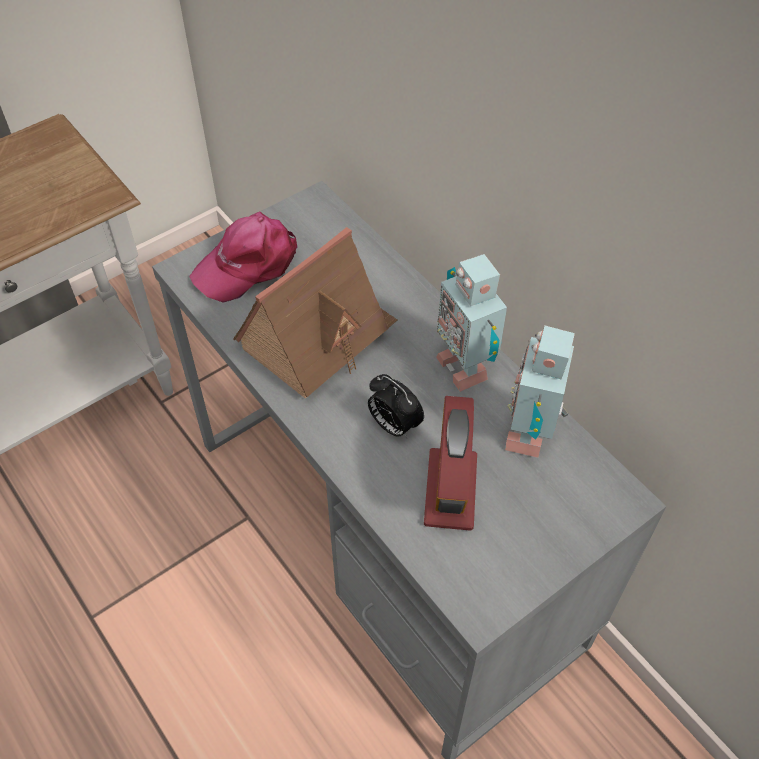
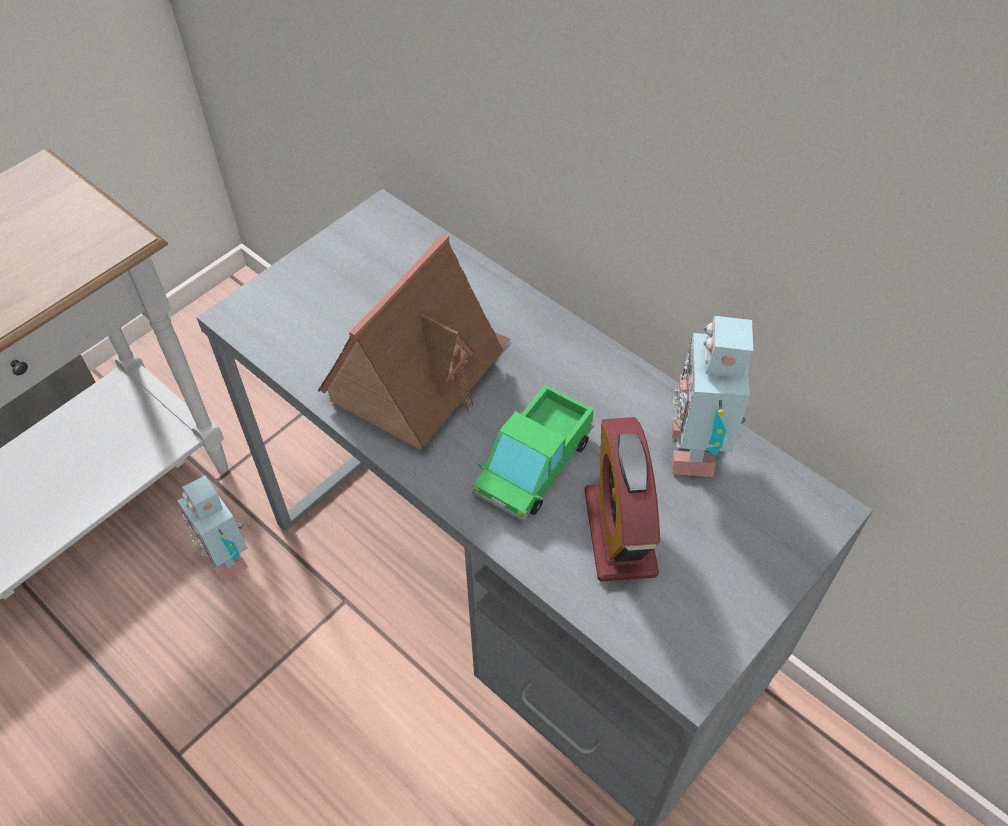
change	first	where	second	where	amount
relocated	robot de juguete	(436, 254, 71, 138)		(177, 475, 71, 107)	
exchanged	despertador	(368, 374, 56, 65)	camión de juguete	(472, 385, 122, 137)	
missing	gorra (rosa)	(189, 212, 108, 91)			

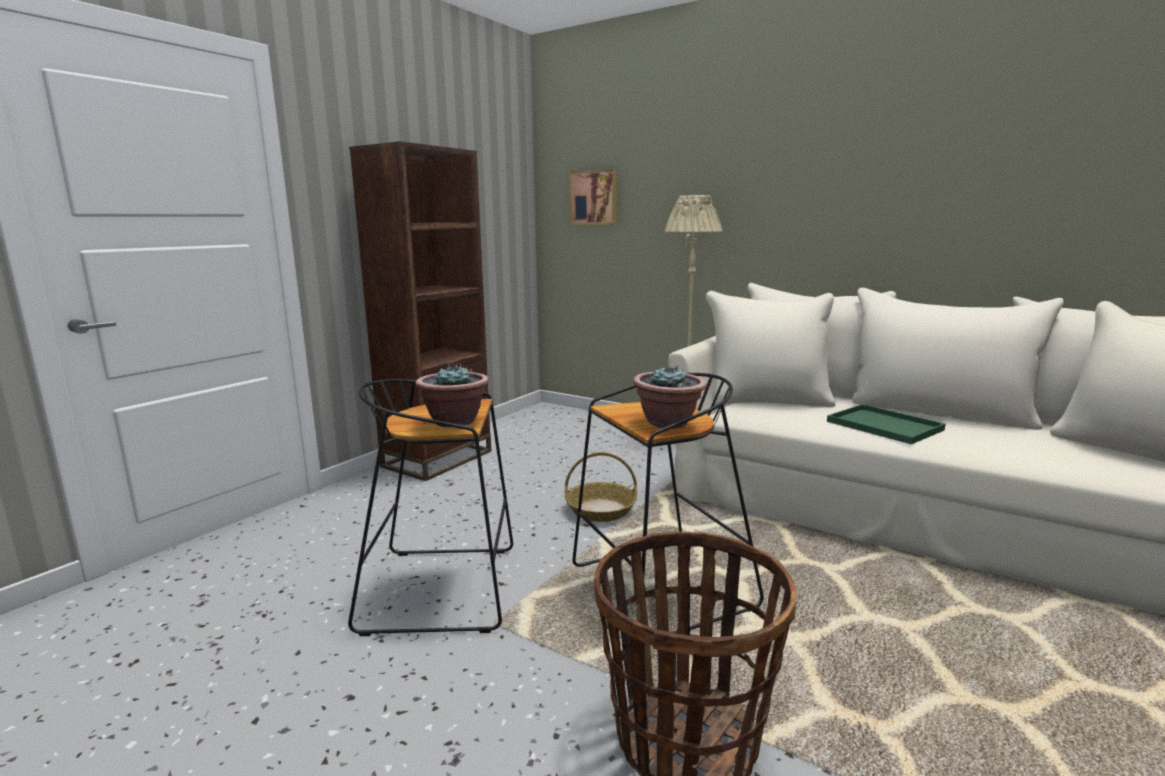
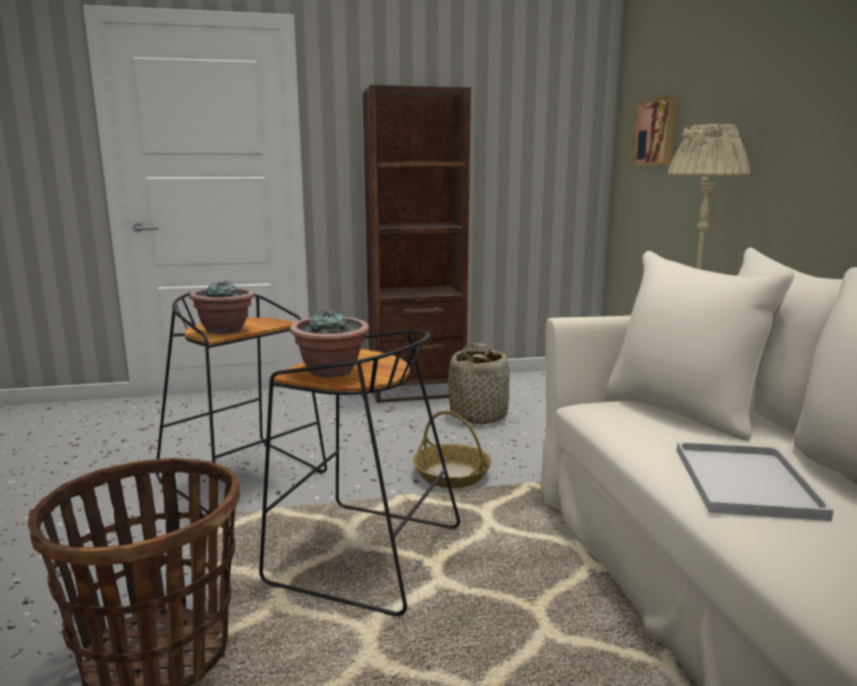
change	first	where	second	where	amount
appeared			cesta	(448, 343, 62, 81)	
colour	bandeja (verde)	(827, 404, 119, 40)	bandeja (blanco)	(676, 442, 158, 79)	

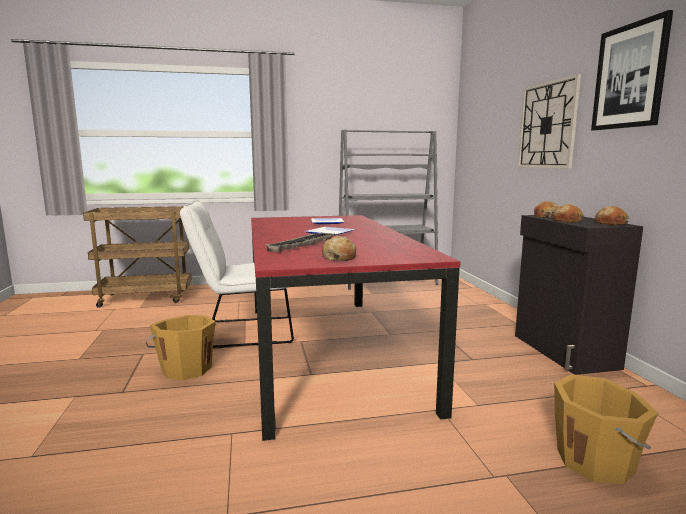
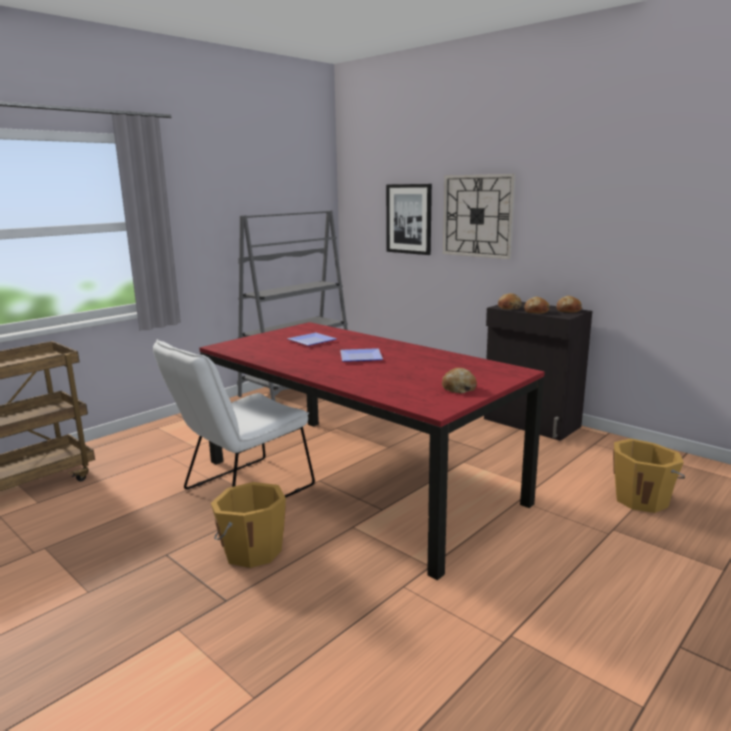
change	first	where	second	where	amount
relocated	cuadro	(591, 10, 82, 121)		(386, 184, 46, 71)	
missing	bandeja	(266, 232, 71, 20)			

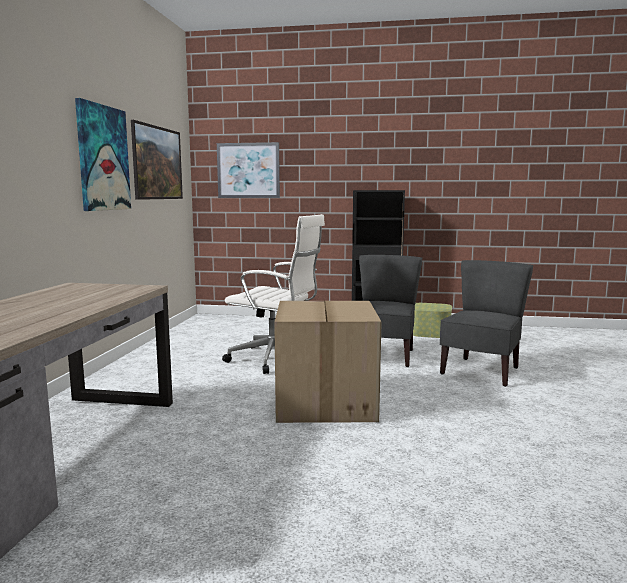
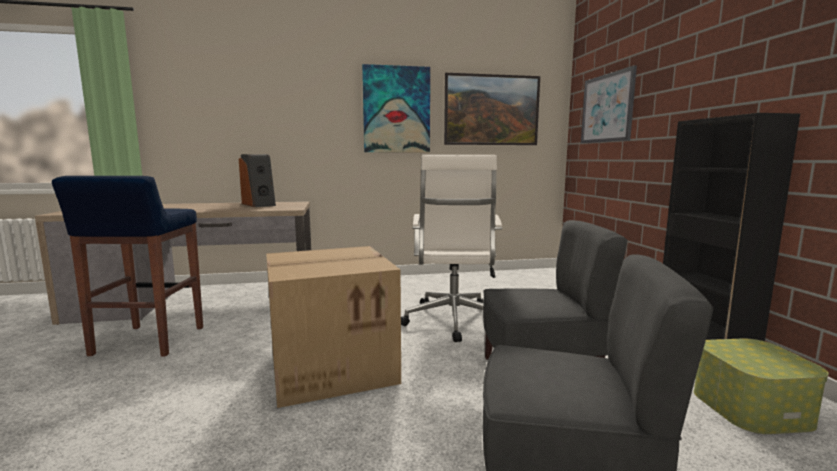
change	first	where	second	where	amount
appeared			taburete (azul)	(52, 176, 151, 181)	
appeared			altavoz	(239, 154, 37, 53)	

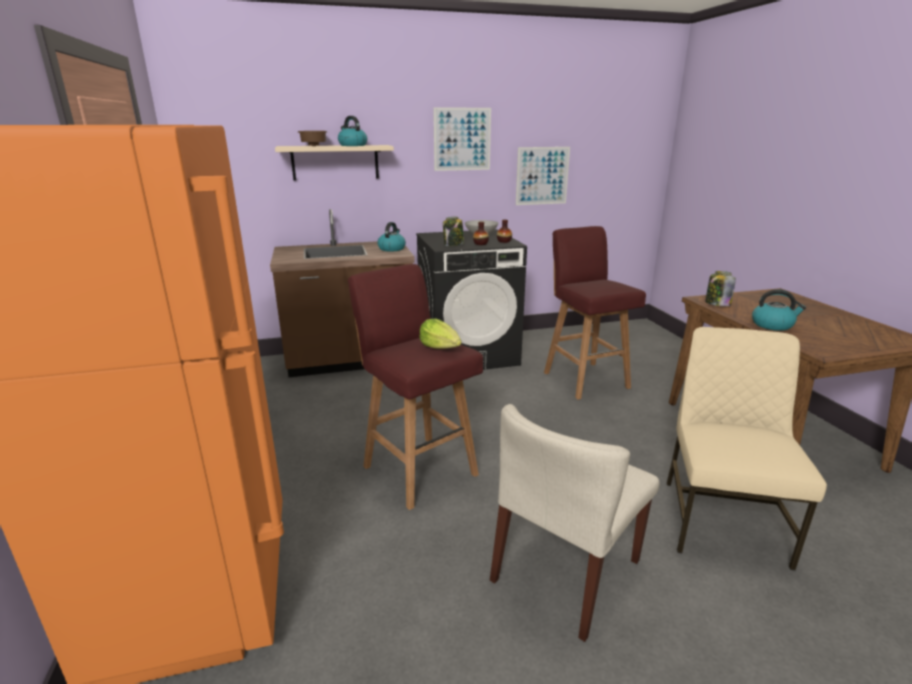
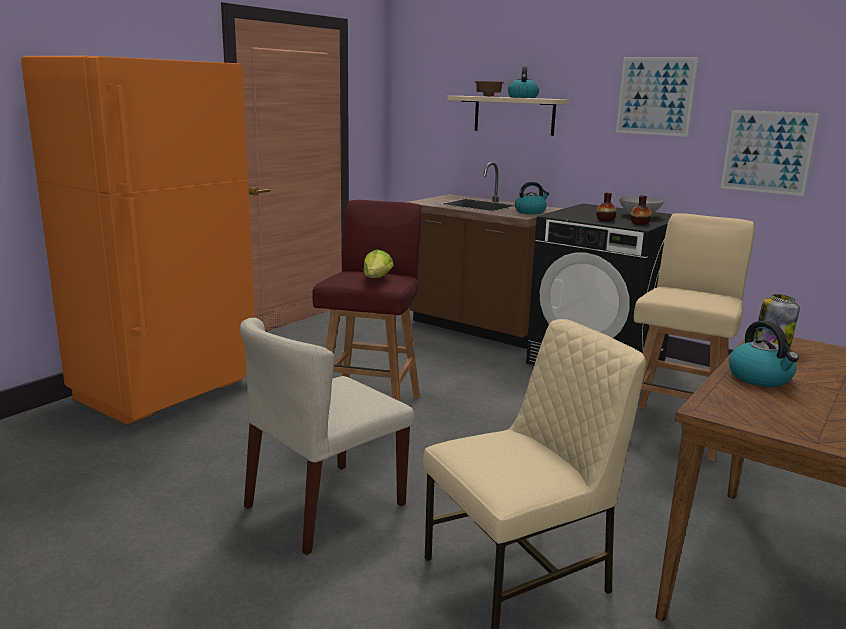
change	first	where	second	where	amount
spun	silla (beis)	(490, 404, 170, 238)		(240, 317, 174, 238)	45 degrees counterclockwise
colour	taburete (rojo)	(544, 226, 102, 174)	taburete (beis)	(634, 213, 121, 248)	
missing	tarro	(443, 217, 21, 29)			

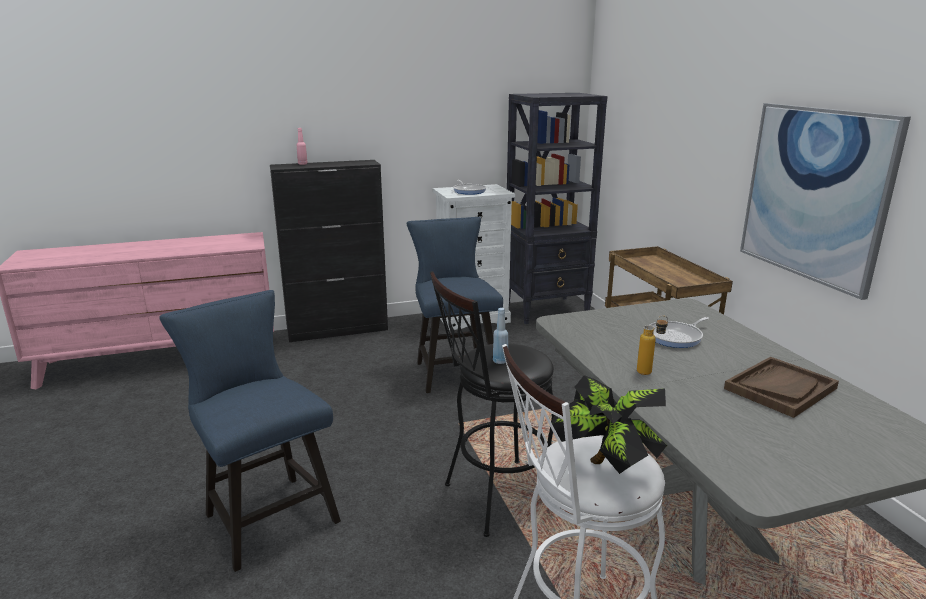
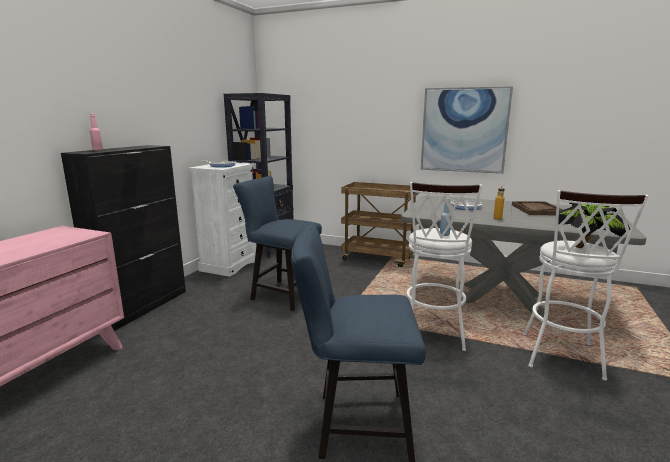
change	first	where	second	where	amount
colour	taburete (negro)	(430, 271, 132, 266)	taburete (blanco)	(407, 182, 75, 169)	

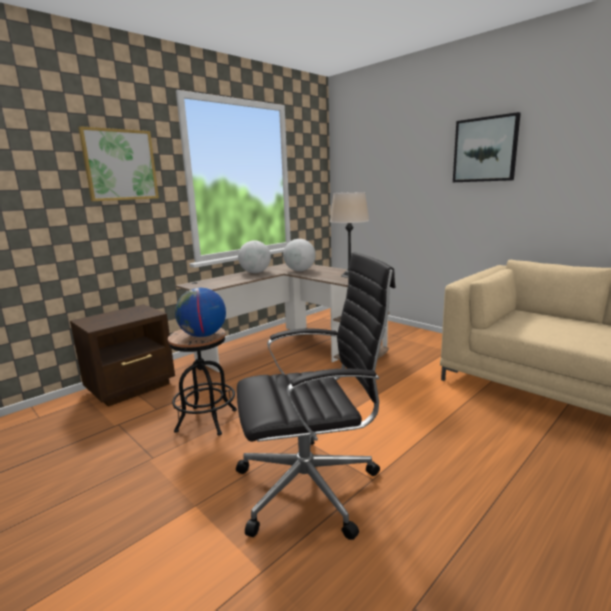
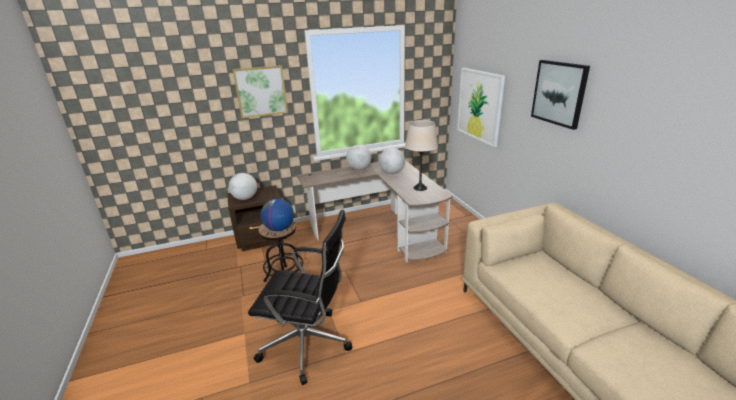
change	first	where	second	where	amount
appeared			globo terráqueo	(229, 173, 28, 27)	
appeared			cuadro	(457, 68, 48, 79)	

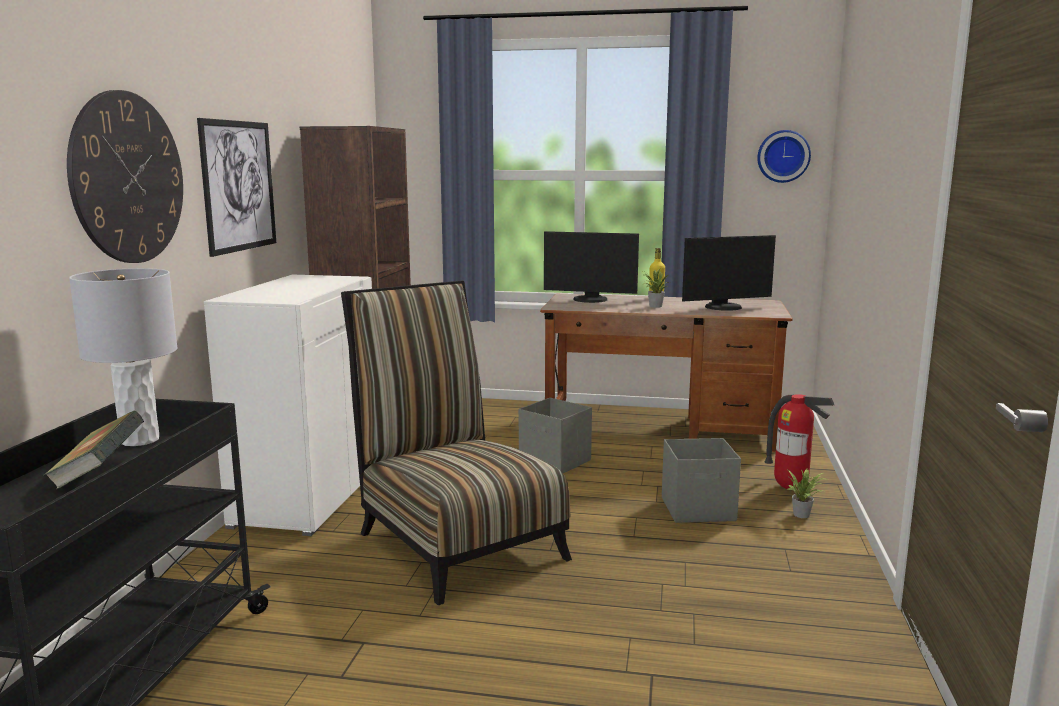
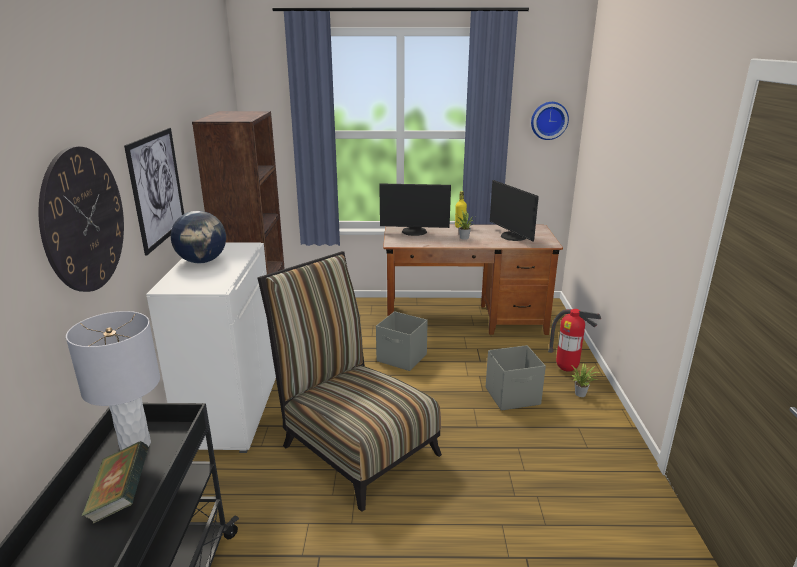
change	first	where	second	where	amount
appeared			globo terráqueo	(171, 211, 55, 52)	
spun	monitor	(682, 235, 94, 76)		(490, 180, 49, 61)	90 degrees clockwise

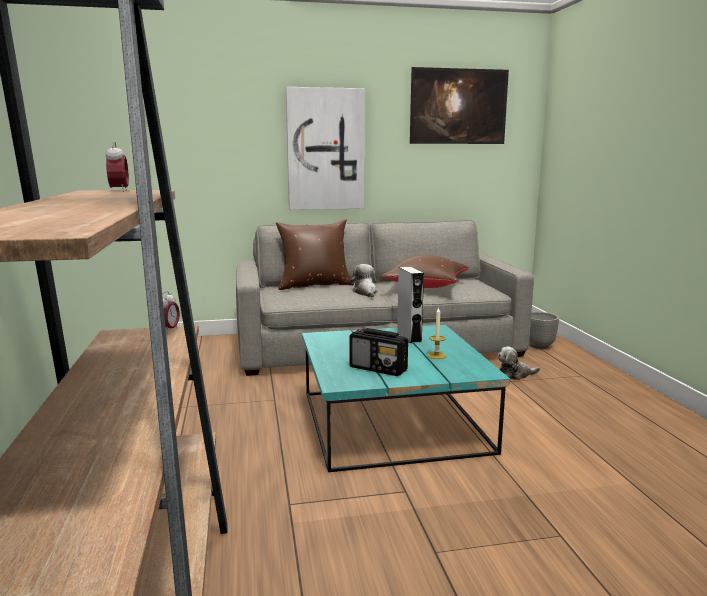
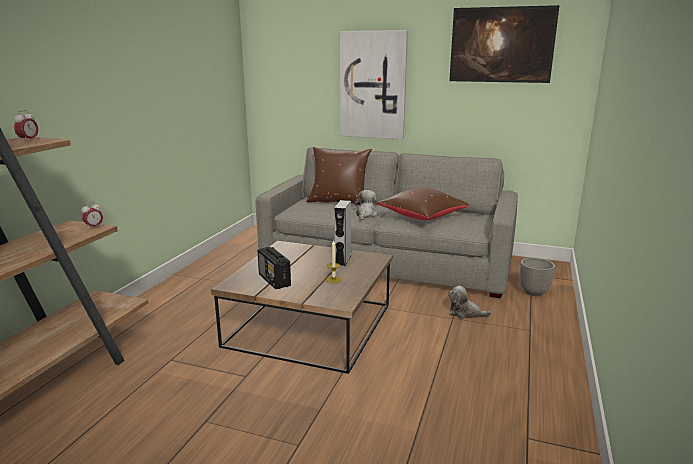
change	first	where	second	where	amount
colour	mesa de centro (turquesa)	(302, 325, 208, 147)	mesa de centro (marrón)	(211, 241, 182, 133)	

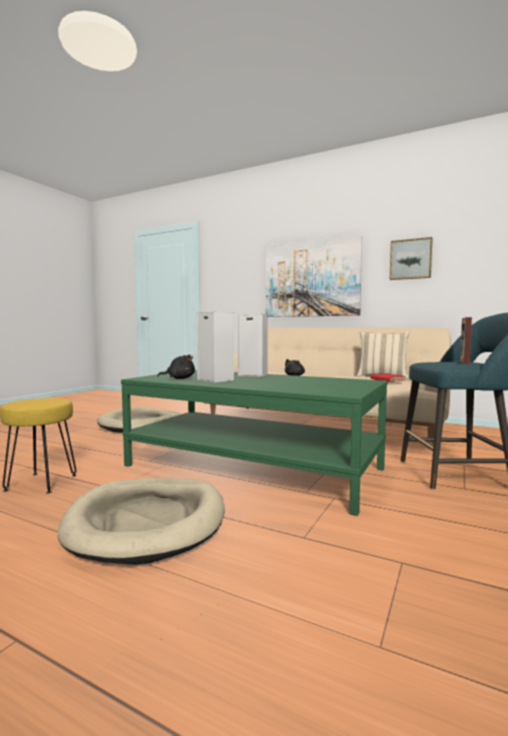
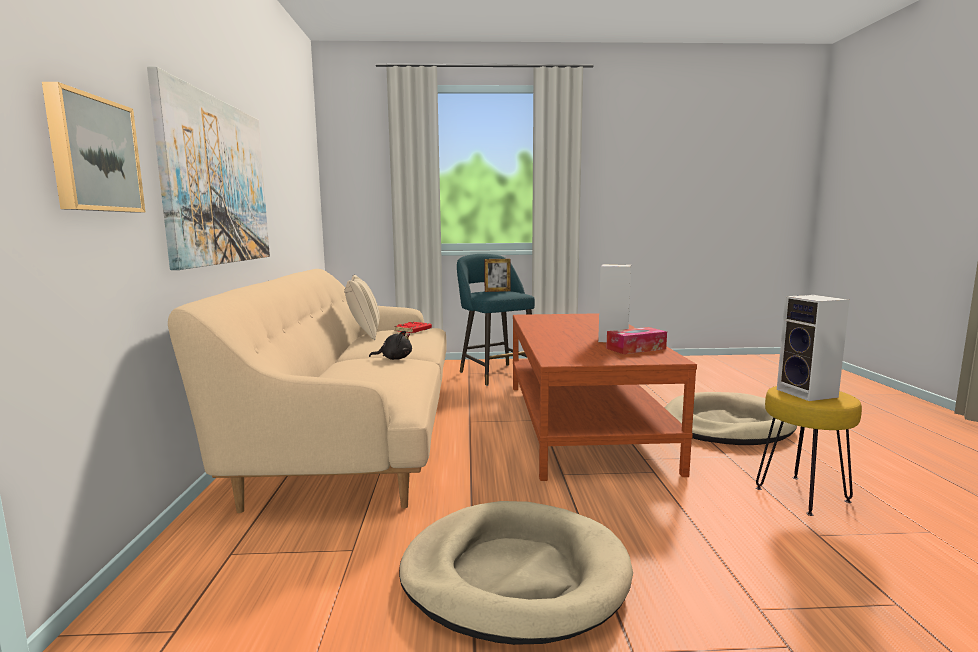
change	first	where	second	where	amount
relocated	cuadro	(390, 237, 43, 43)		(42, 82, 103, 130)	
colour	mesa de centro (verde)	(121, 370, 267, 146)	mesa de centro (marrón)	(513, 313, 184, 168)	
exchanged	peluche (negro)	(157, 355, 38, 24)	caja de pañuelos	(606, 327, 61, 27)	
relocated	altavoz	(237, 314, 30, 63)		(777, 295, 73, 106)	

